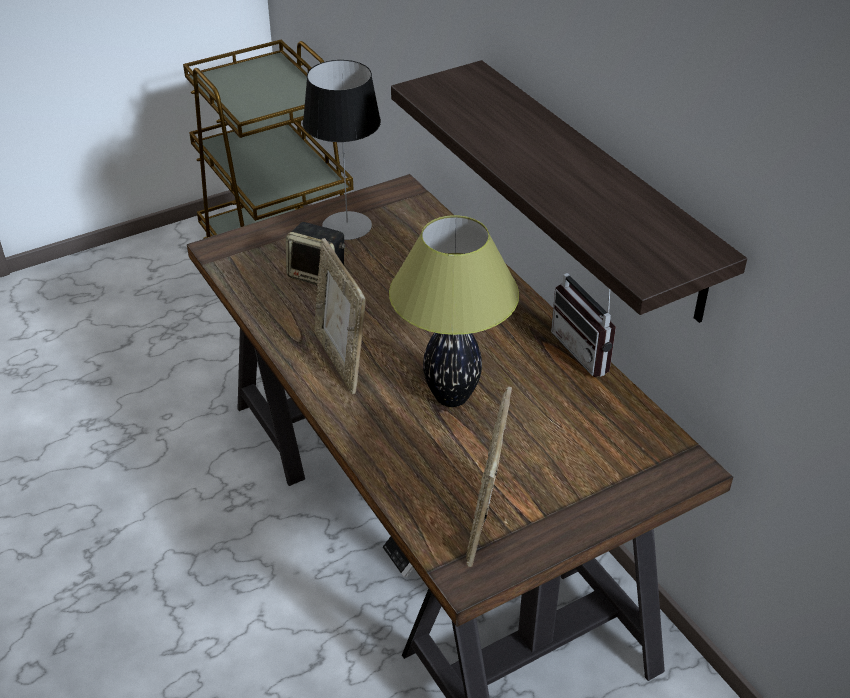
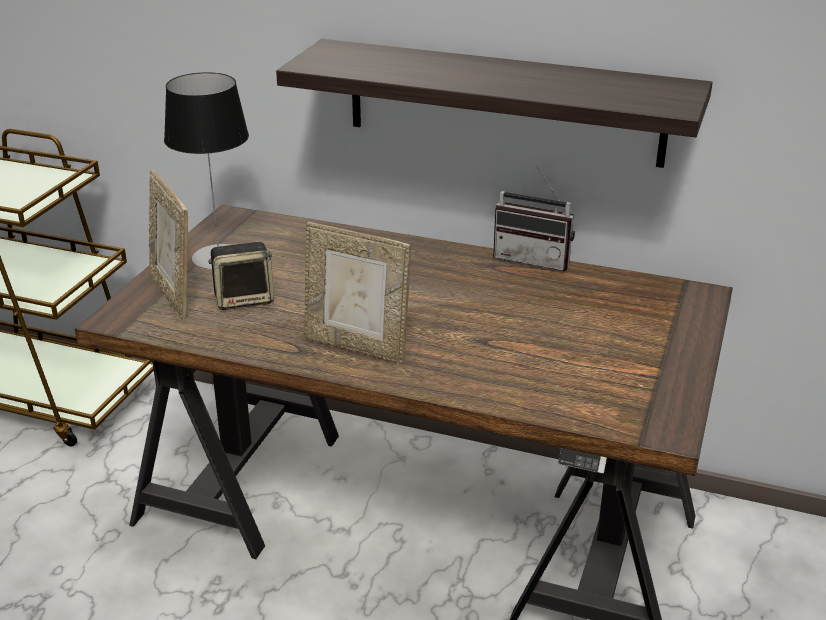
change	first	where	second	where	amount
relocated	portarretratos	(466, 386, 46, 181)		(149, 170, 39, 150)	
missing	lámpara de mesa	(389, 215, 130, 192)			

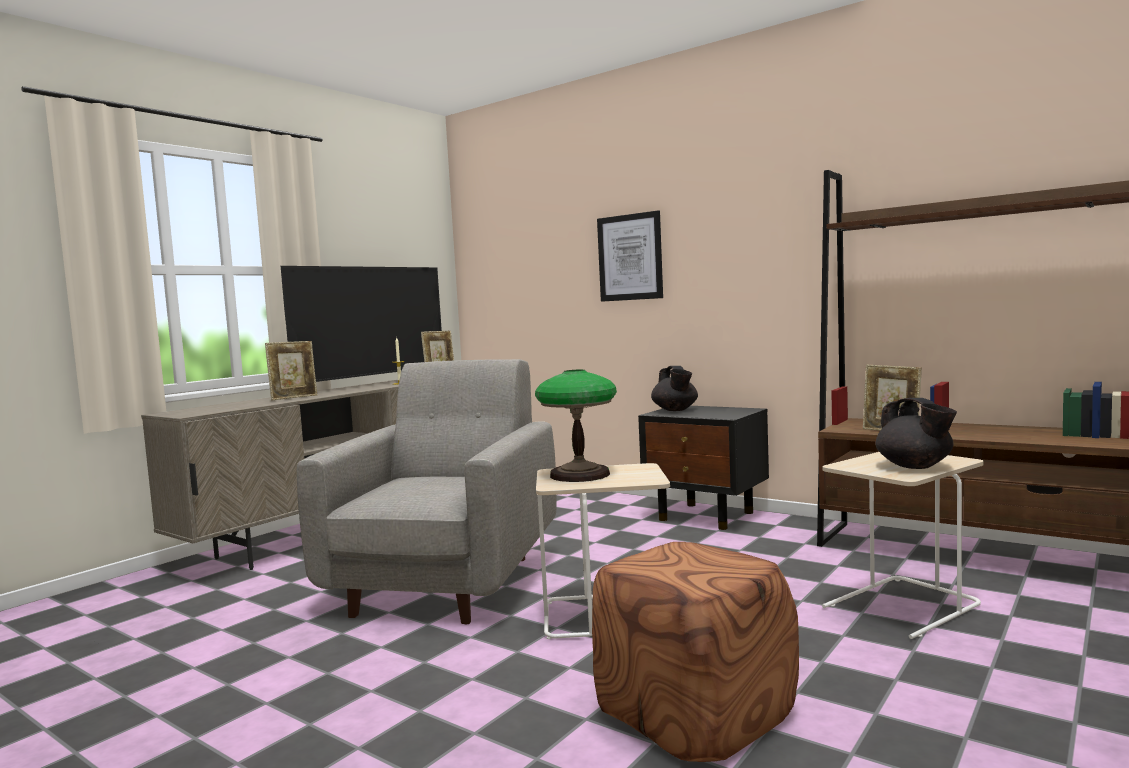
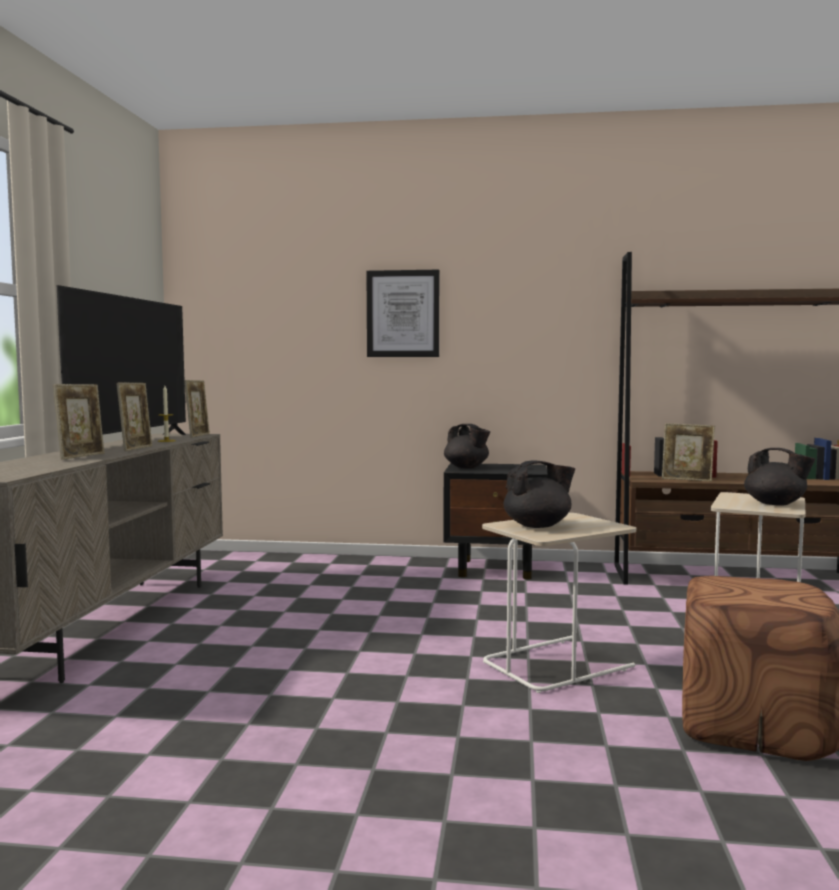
change	first	where	second	where	amount
appeared			portarretratos	(117, 383, 35, 68)	
exchanged	lámpara de mesa	(535, 370, 82, 112)	tetera (negro)	(503, 460, 72, 68)	
missing	sillón (gris)	(297, 359, 259, 266)			

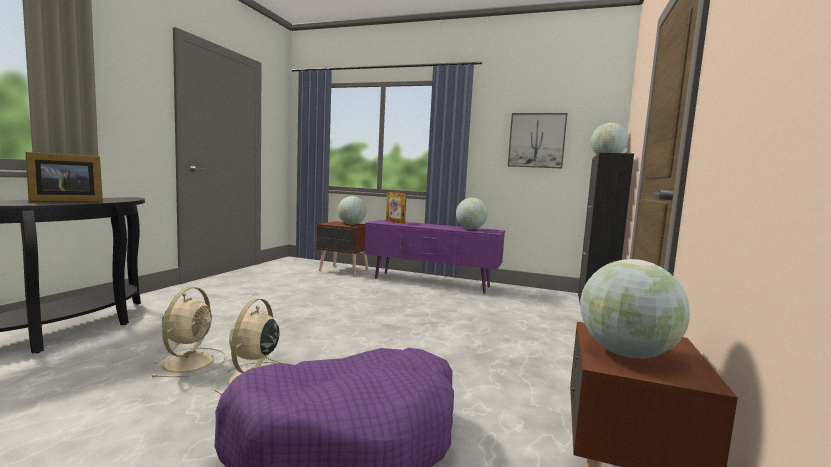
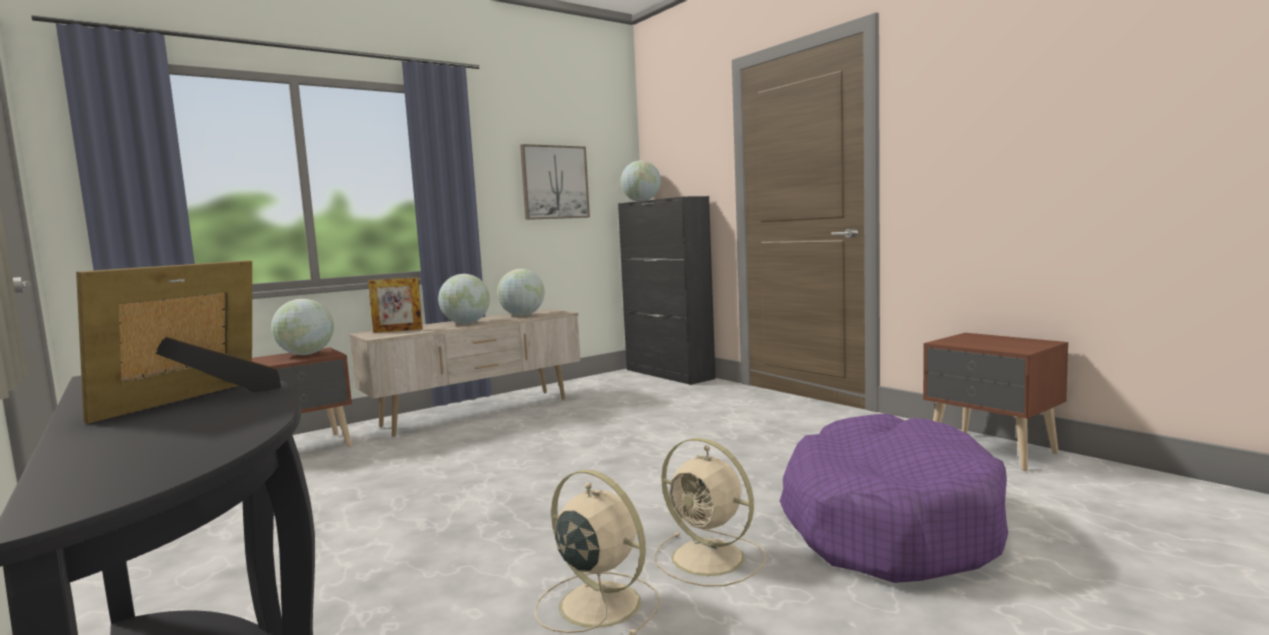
change	first	where	second	where	amount
spun	portarretratos	(25, 152, 78, 50)		(76, 260, 205, 164)	150 degrees counterclockwise
colour	mueble de televisión (morado)	(365, 220, 140, 73)	mueble de televisión (beis)	(349, 309, 231, 128)	
relocated	globo terráqueo	(580, 259, 110, 99)		(438, 274, 52, 50)	

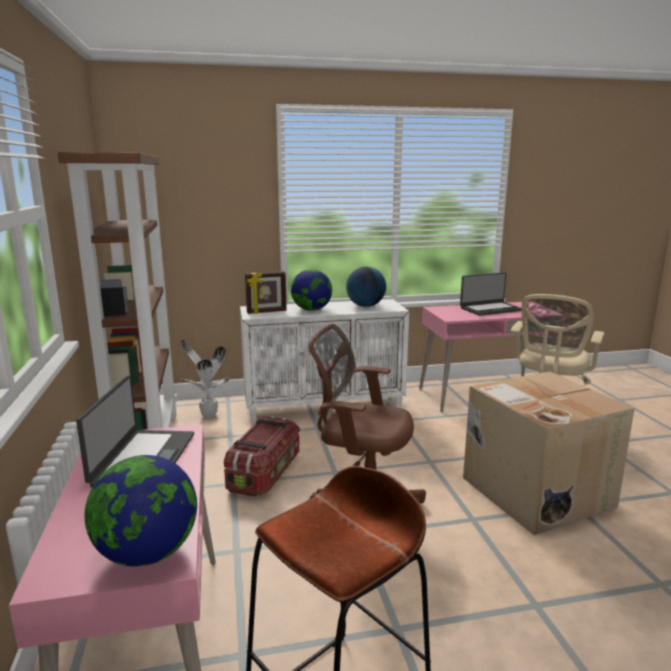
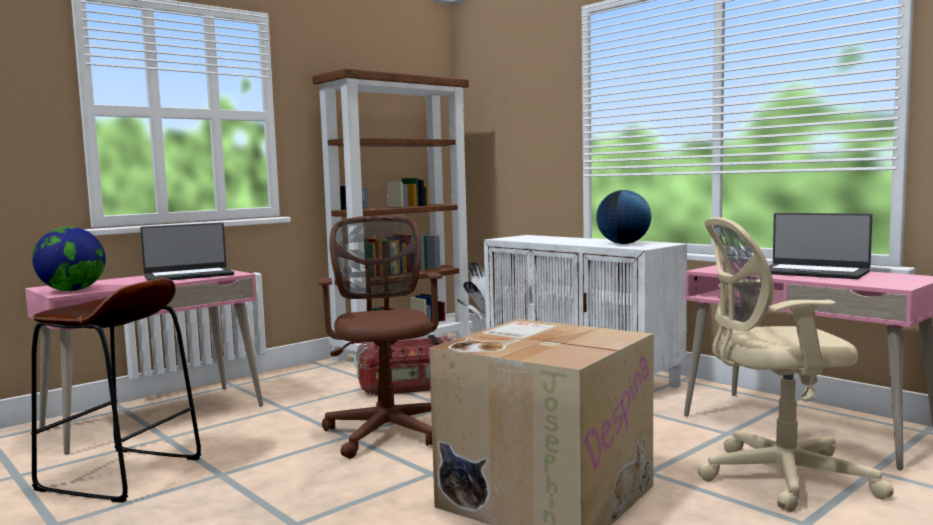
change	first	where	second	where	amount
missing	portarretratos	(245, 271, 41, 43)			
missing	globo terráqueo	(291, 269, 41, 42)			

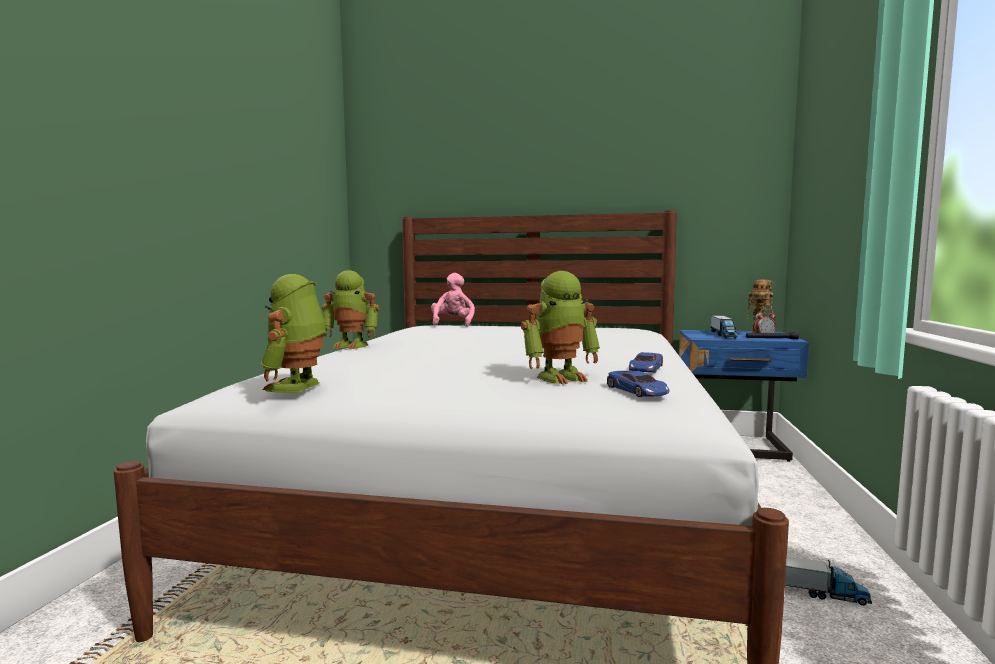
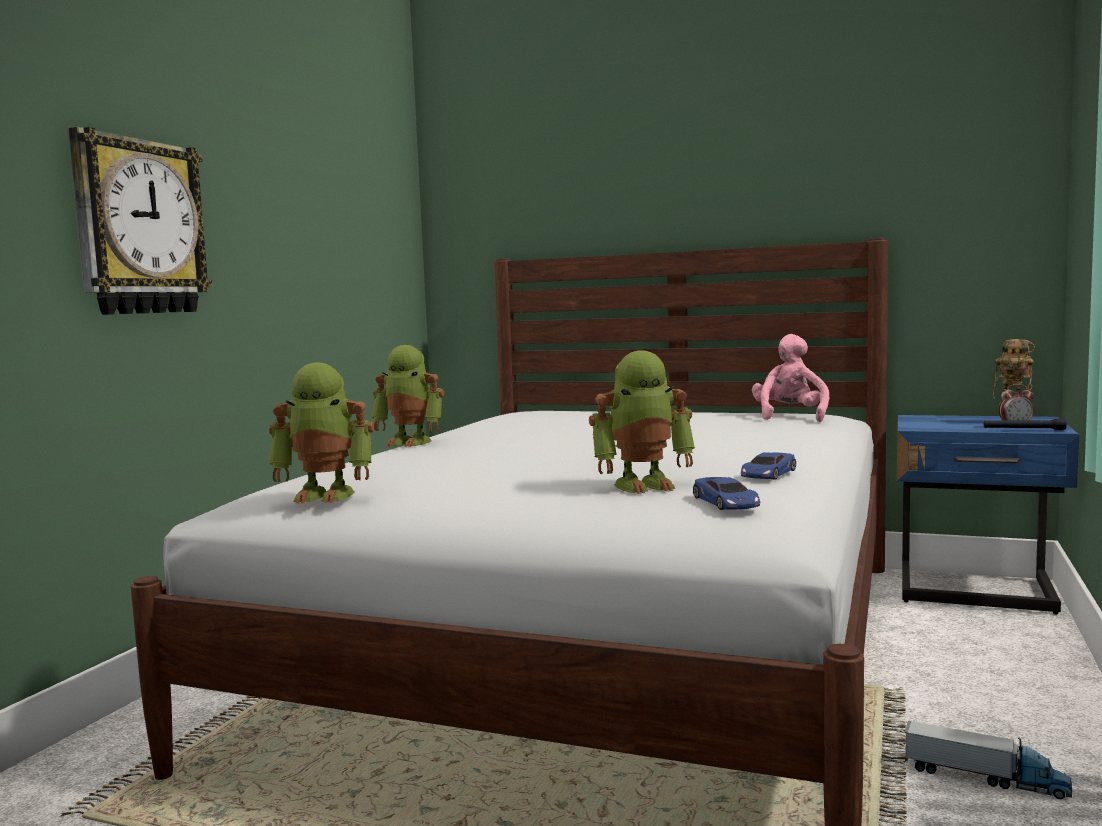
change	first	where	second	where	amount
appeared			reloj de pared	(68, 127, 144, 188)	
spun	robot de juguete	(261, 274, 66, 119)		(269, 362, 105, 142)	105 degrees counterclockwise
relocated	peluche (rosa)	(431, 273, 44, 54)		(752, 334, 77, 88)	
missing	camión de juguete	(711, 315, 26, 24)			

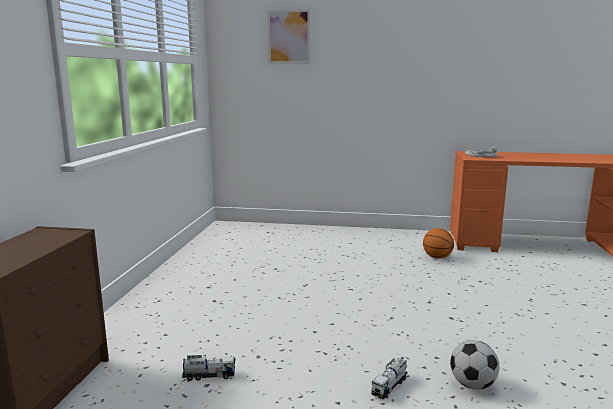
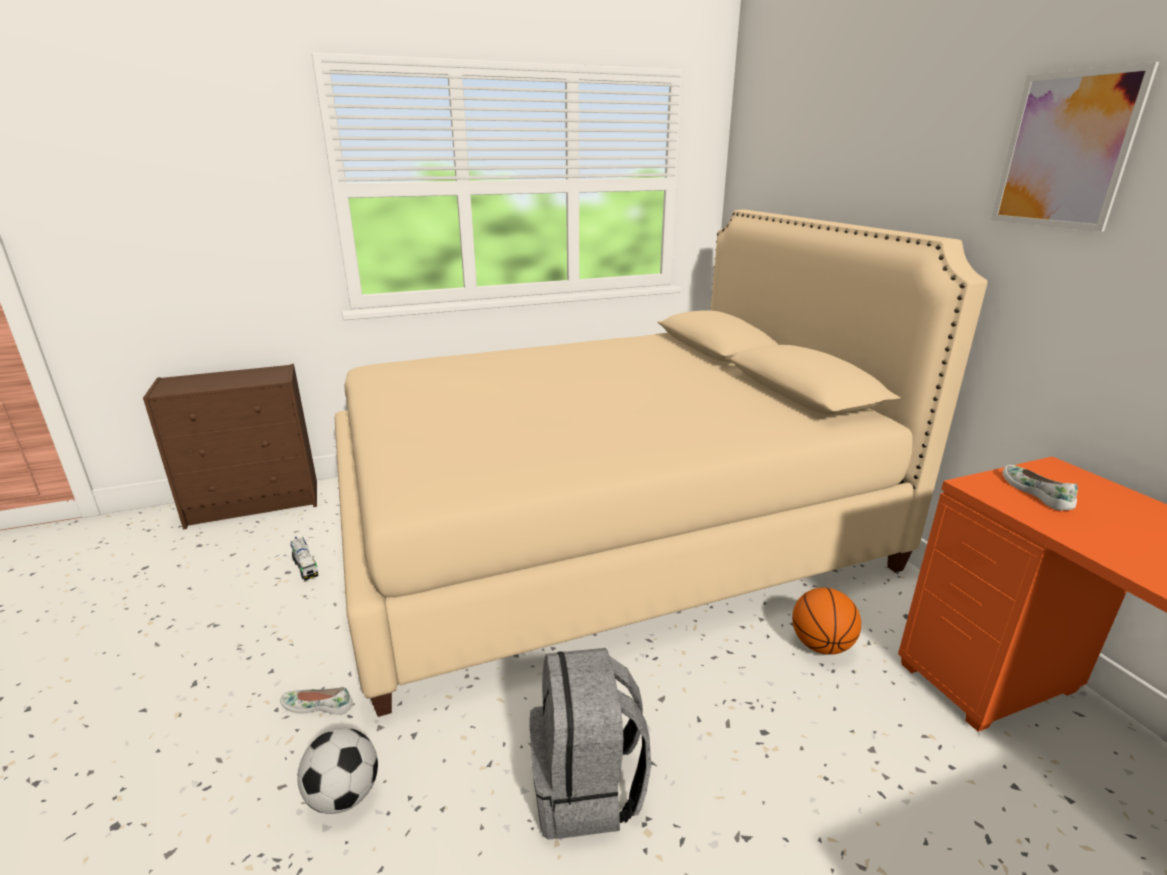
change	first	where	second	where	amount
exchanged	camión de juguete	(371, 357, 37, 42)	zapato (blanco)	(280, 687, 73, 28)	
appeared			cama (beis)	(334, 210, 654, 507)	
appeared			mochila (gris)	(529, 648, 122, 192)	
relocated	cuadro	(268, 9, 42, 55)		(991, 62, 168, 170)	

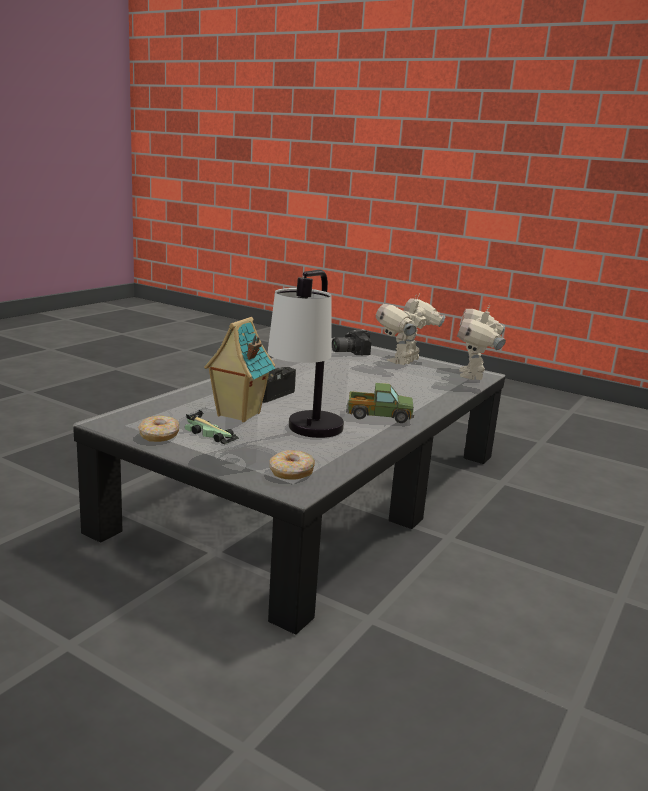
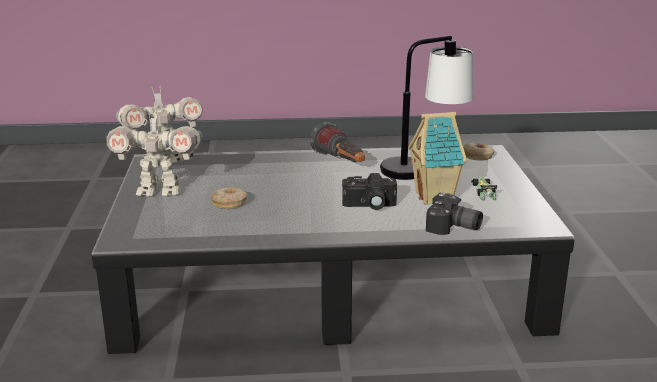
change	first	where	second	where	amount
relocated	rosquilla	(138, 415, 42, 27)		(211, 187, 36, 22)	
exchanged	camión de juguete	(346, 383, 68, 40)	linterna	(310, 122, 55, 40)	
relocated	cámara	(332, 329, 39, 26)		(426, 192, 57, 43)	

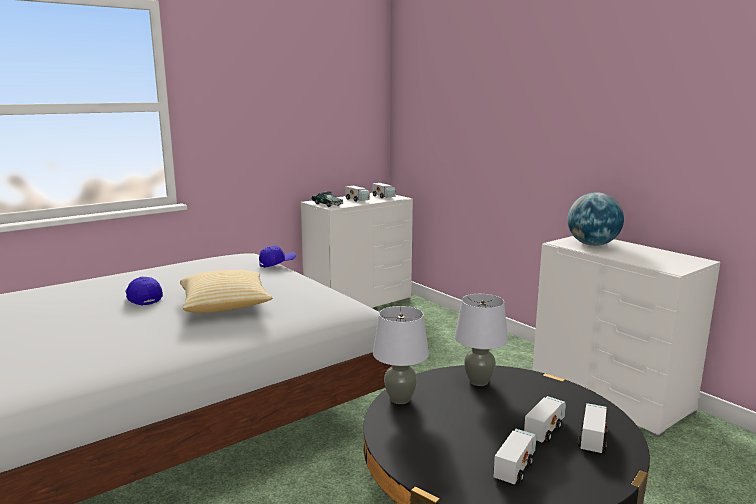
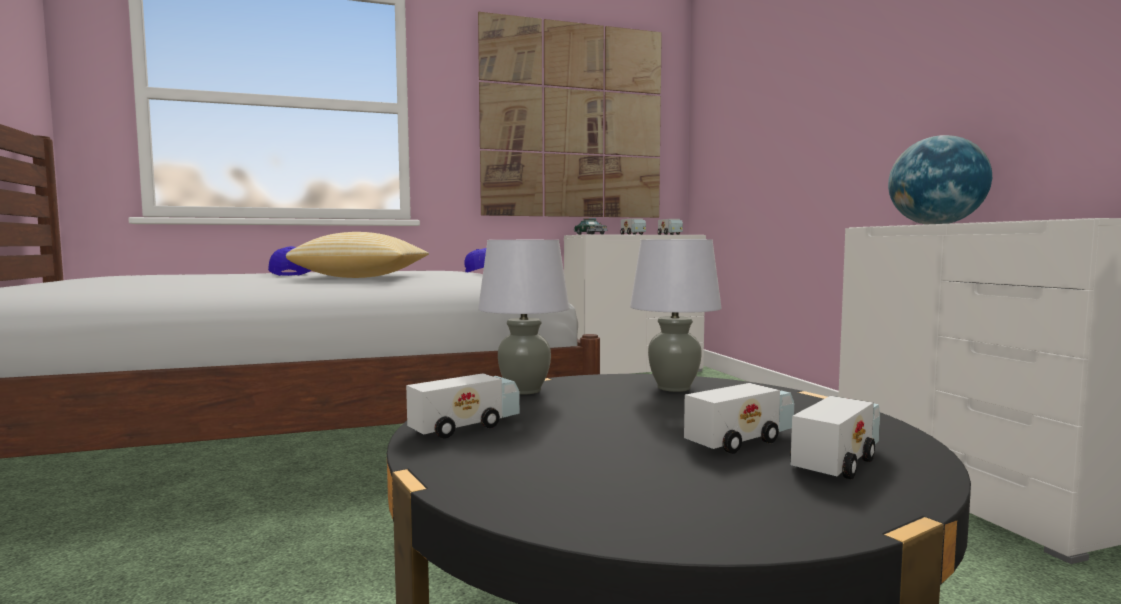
change	first	where	second	where	amount
relocated	camión de juguete	(493, 429, 43, 56)		(406, 373, 114, 66)	
appeared			cuadro	(478, 12, 184, 206)	

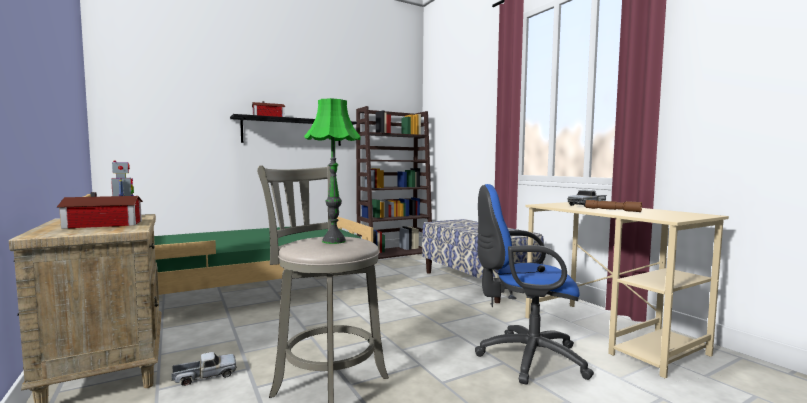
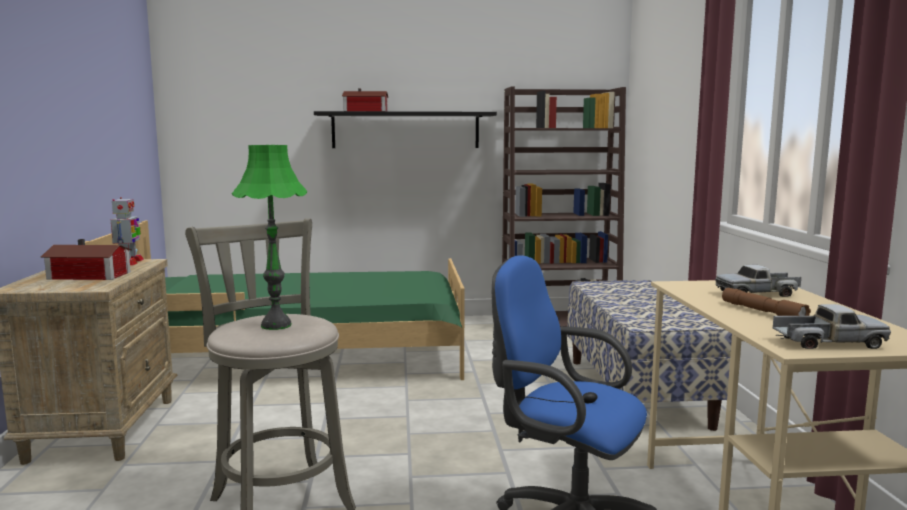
change	first	where	second	where	amount
relocated	camión de juguete	(171, 352, 66, 34)		(773, 304, 118, 45)	

